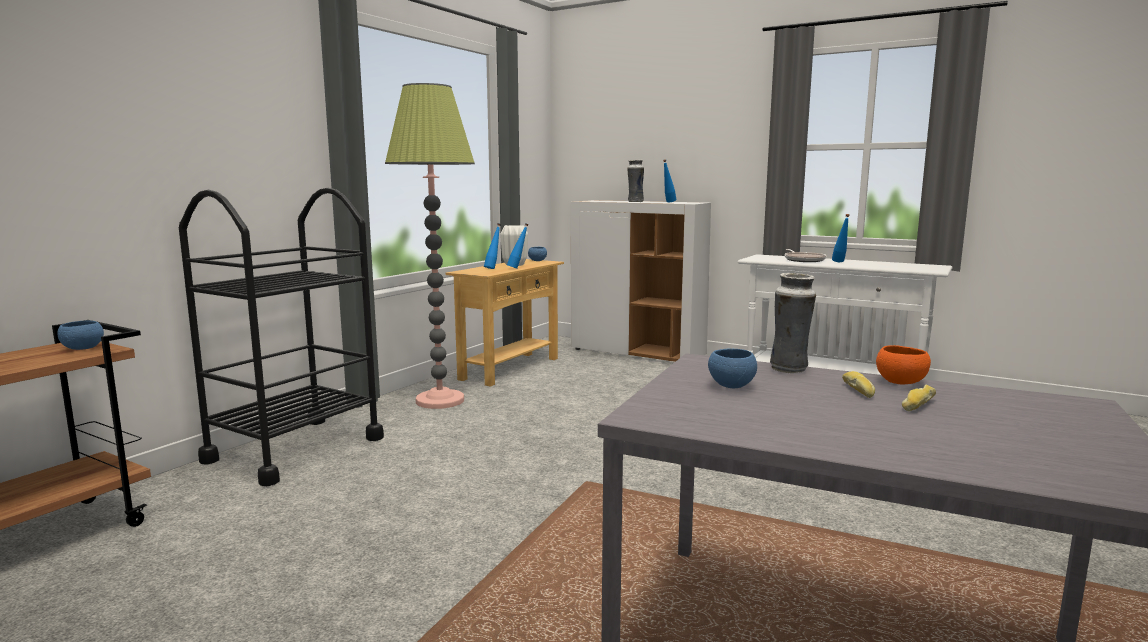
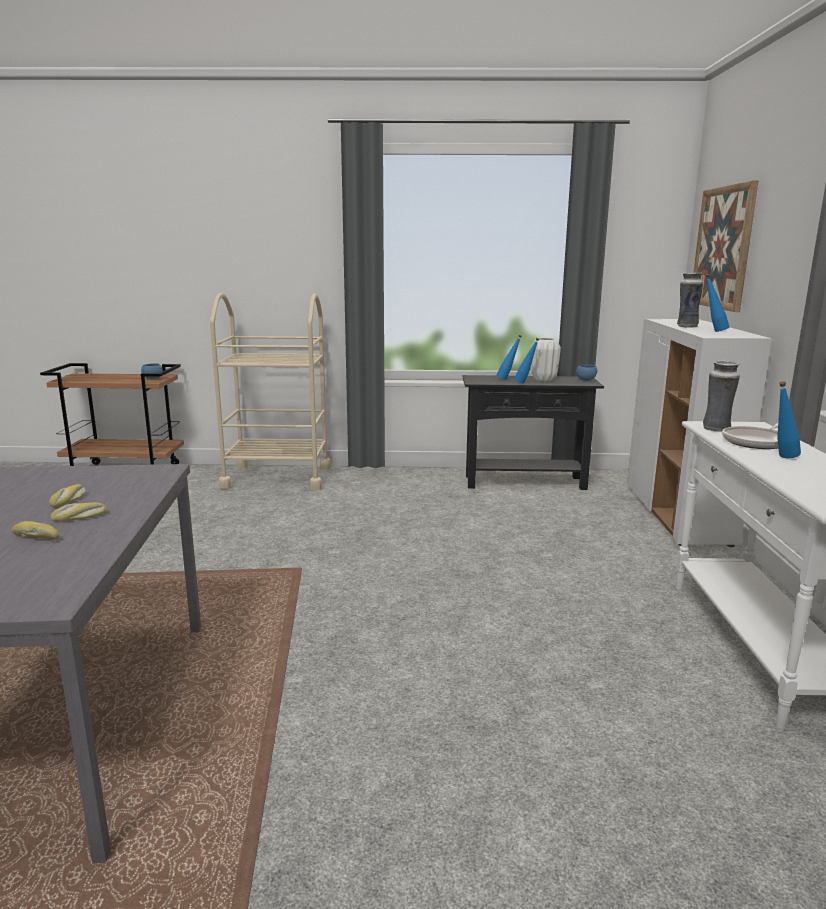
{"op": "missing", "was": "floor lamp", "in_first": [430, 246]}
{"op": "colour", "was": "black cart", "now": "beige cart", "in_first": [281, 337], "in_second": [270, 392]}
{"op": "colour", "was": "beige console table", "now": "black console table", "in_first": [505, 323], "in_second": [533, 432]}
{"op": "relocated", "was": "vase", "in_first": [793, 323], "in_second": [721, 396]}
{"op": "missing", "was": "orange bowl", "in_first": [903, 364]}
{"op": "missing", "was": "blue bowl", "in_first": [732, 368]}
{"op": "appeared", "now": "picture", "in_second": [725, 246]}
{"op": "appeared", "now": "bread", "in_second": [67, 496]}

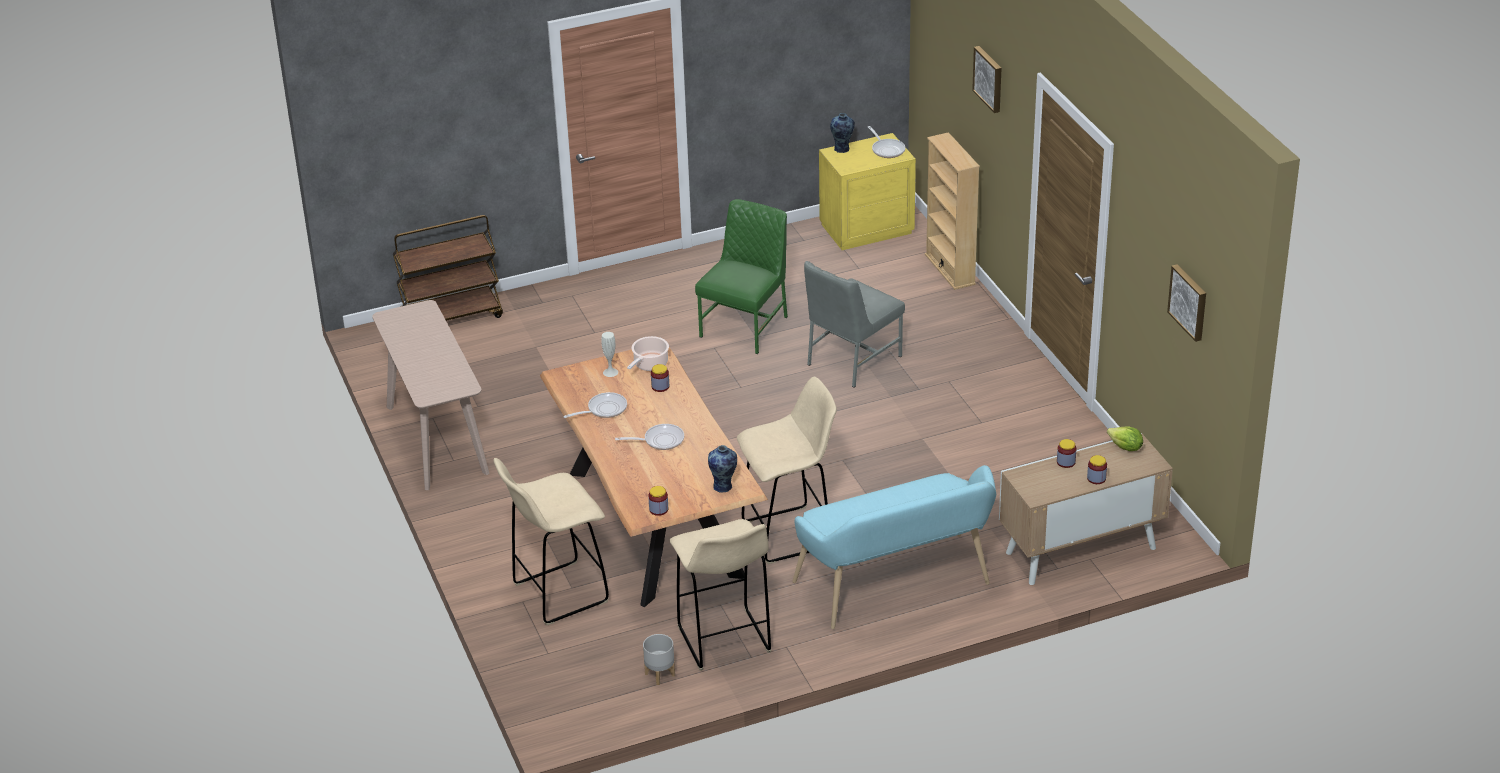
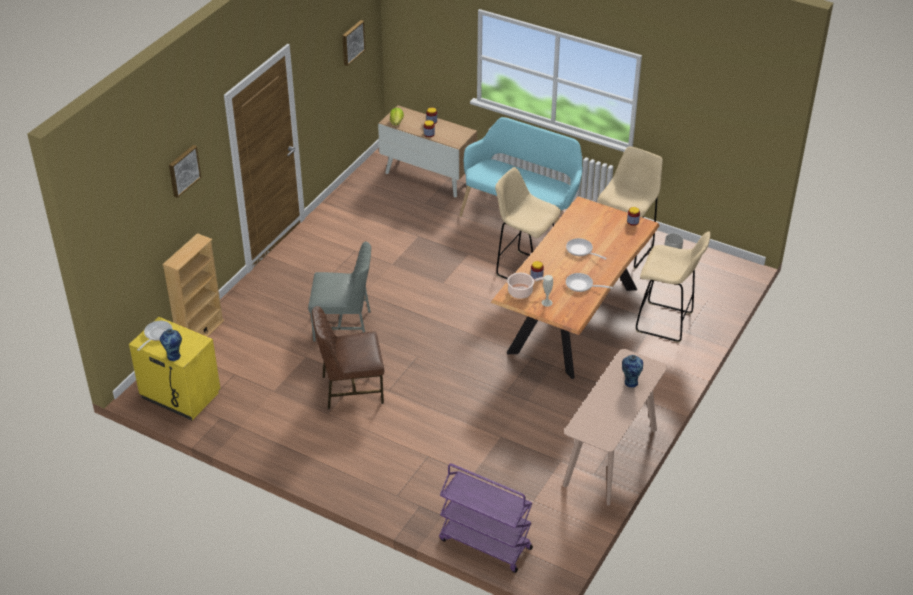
{"op": "colour", "was": "green chair", "now": "brown chair", "in_first": [741, 276], "in_second": [348, 357]}
{"op": "colour", "was": "brown cart", "now": "purple cart", "in_first": [448, 268], "in_second": [486, 518]}
{"op": "relocated", "was": "vase", "in_first": [722, 469], "in_second": [632, 371]}

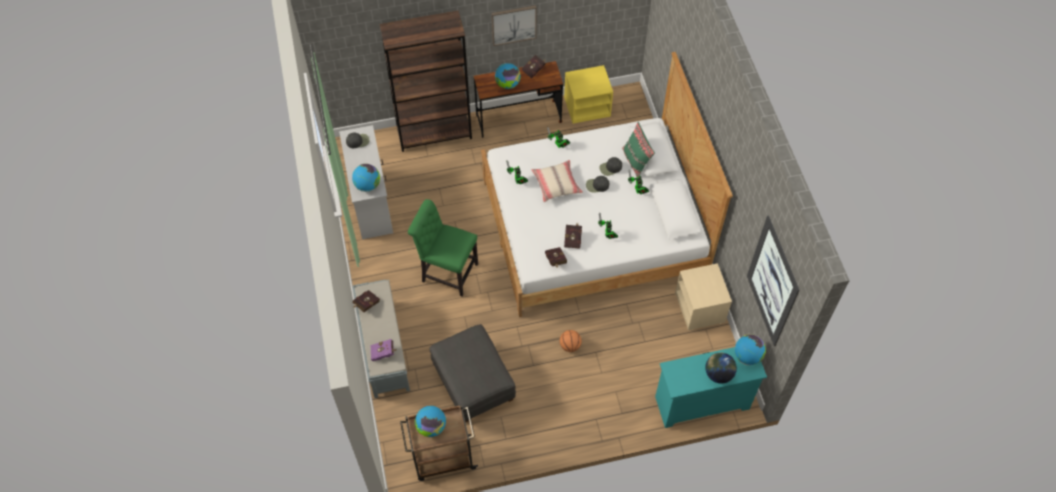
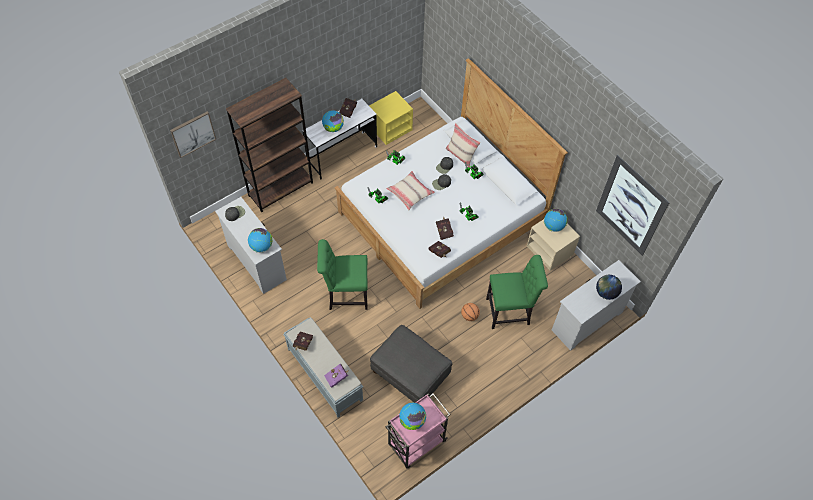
{"op": "relocated", "was": "picture", "in_first": [514, 25], "in_second": [193, 134]}
{"op": "colour", "was": "brown desk", "now": "white desk", "in_first": [518, 99], "in_second": [340, 139]}
{"op": "colour", "was": "green pillow", "now": "beige pillow", "in_first": [638, 150], "in_second": [463, 145]}
{"op": "relocated", "was": "globe", "in_first": [750, 350], "in_second": [555, 220]}
{"op": "colour", "was": "turquoise dresser", "now": "white dresser", "in_first": [711, 387], "in_second": [596, 305]}
{"op": "colour", "was": "brown cart", "now": "pink cart", "in_first": [439, 443], "in_second": [418, 431]}
{"op": "appeared", "now": "green chair", "in_second": [517, 292]}

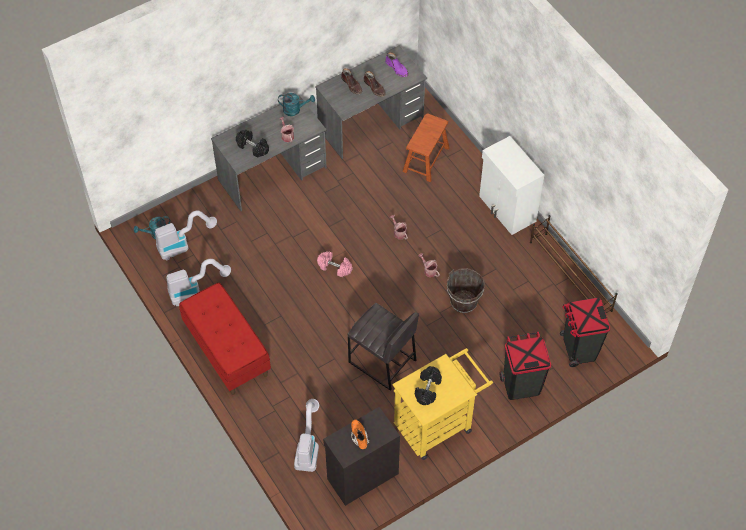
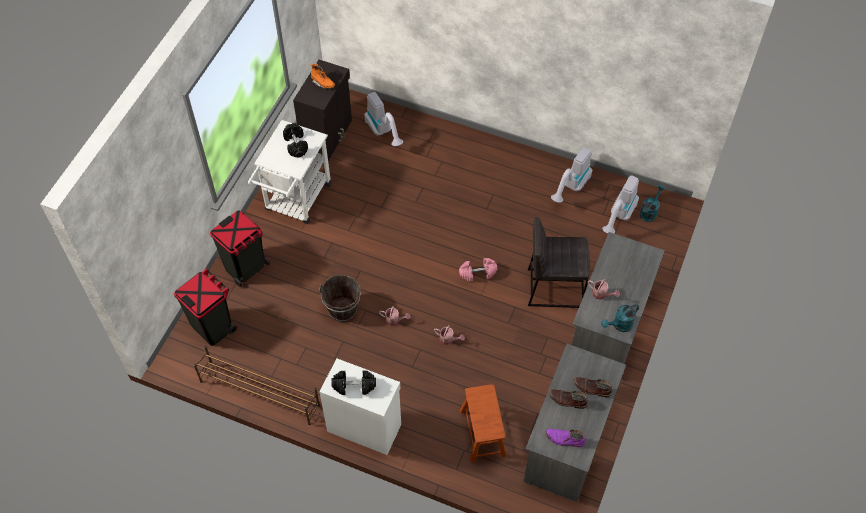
{"op": "relocated", "was": "black dumbbell", "in_first": [252, 143], "in_second": [353, 382]}
{"op": "missing", "was": "red bench", "in_first": [225, 339]}
{"op": "relocated", "was": "grey stool", "in_first": [383, 347], "in_second": [558, 262]}
{"op": "colour", "was": "yellow cart", "now": "white cart", "in_first": [442, 404], "in_second": [289, 172]}

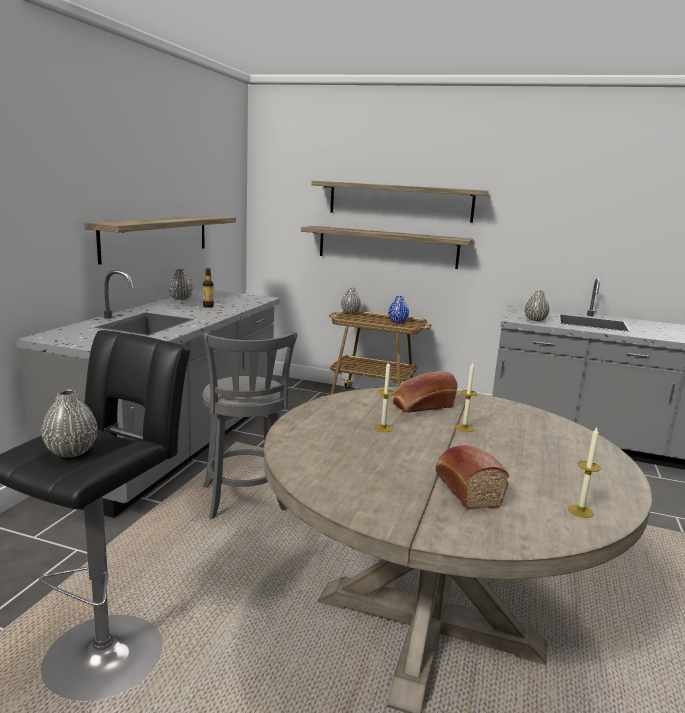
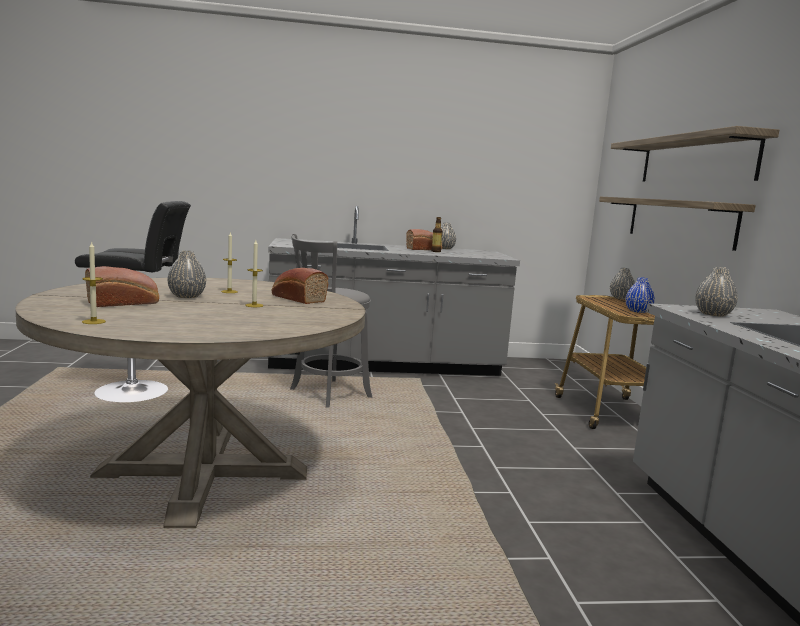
{"op": "missing", "was": "shelf", "in_first": [160, 240]}
{"op": "relocated", "was": "grey vase", "in_first": [69, 423], "in_second": [186, 274]}
{"op": "appeared", "now": "bread", "in_second": [424, 239]}

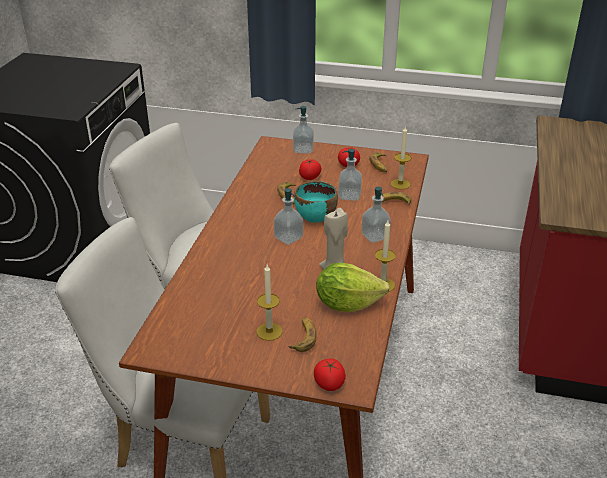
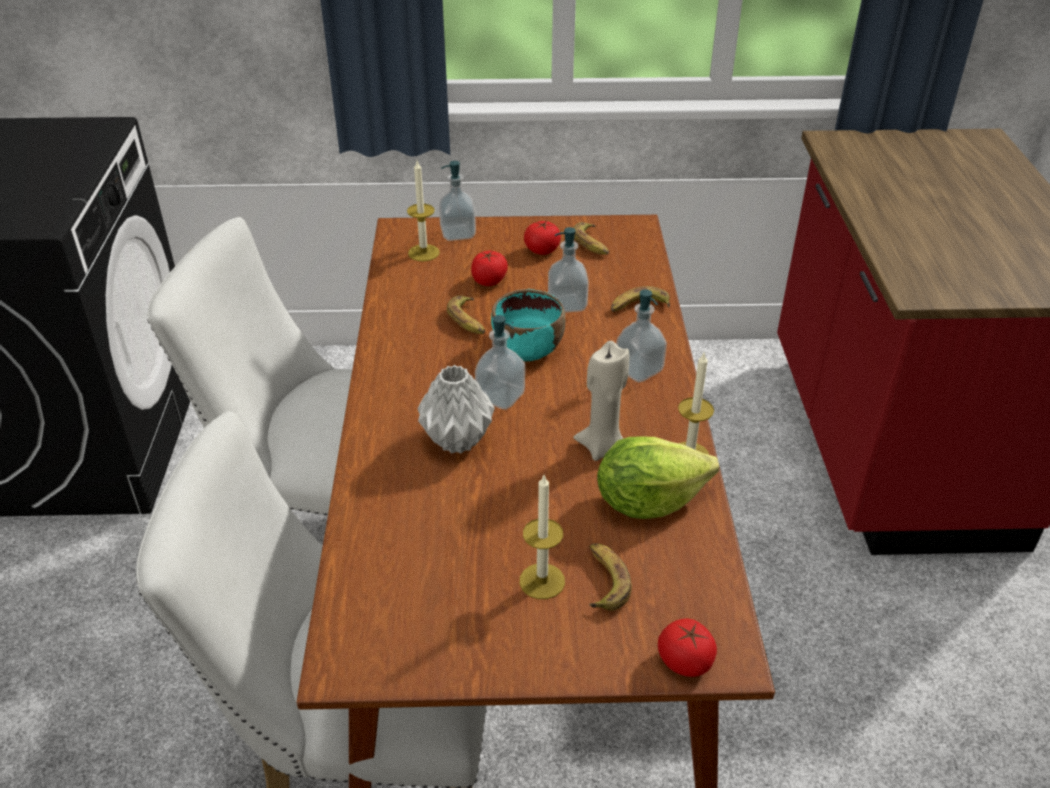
{"op": "relocated", "was": "candle", "in_first": [400, 158], "in_second": [423, 211]}
{"op": "appeared", "now": "grey vase", "in_second": [456, 409]}

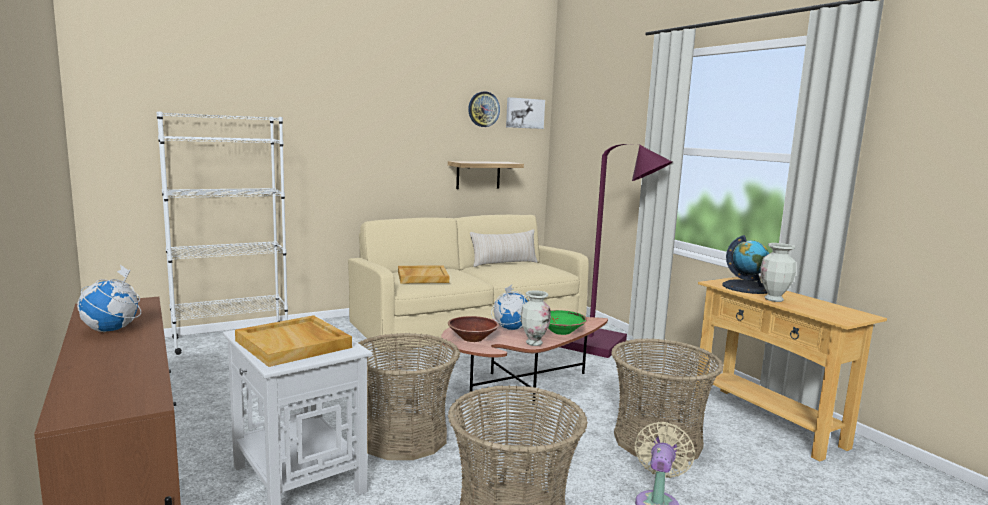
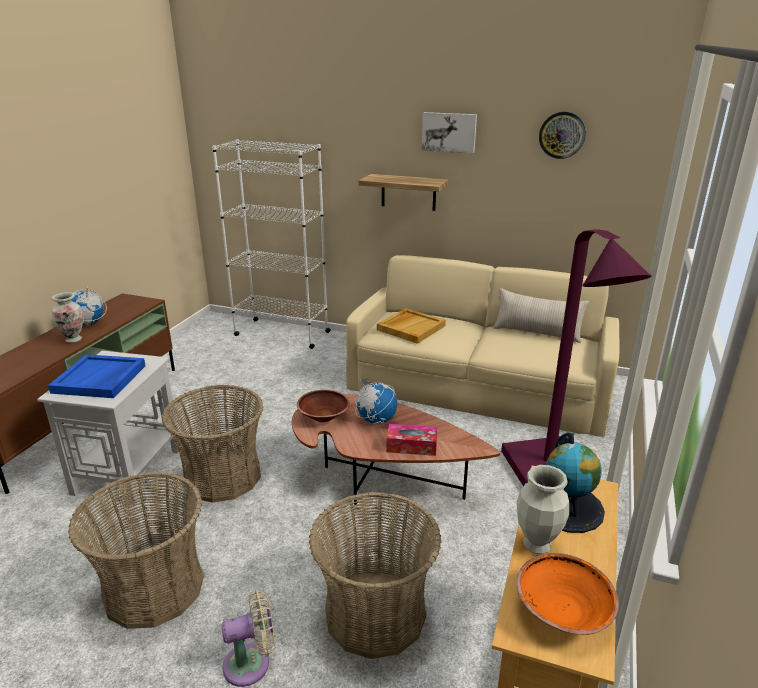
{"op": "relocated", "was": "picture", "in_first": [525, 113], "in_second": [449, 133]}
{"op": "relocated", "was": "shelf", "in_first": [486, 175], "in_second": [403, 192]}
{"op": "relocated", "was": "vase", "in_first": [536, 318], "in_second": [68, 317]}
{"op": "exchanged", "was": "green bowl", "now": "tissue box", "in_first": [567, 322], "in_second": [411, 440]}
{"op": "colour", "was": "beige tray", "now": "blue tray", "in_first": [293, 341], "in_second": [97, 376]}
{"op": "appeared", "now": "orange bowl", "in_second": [568, 594]}

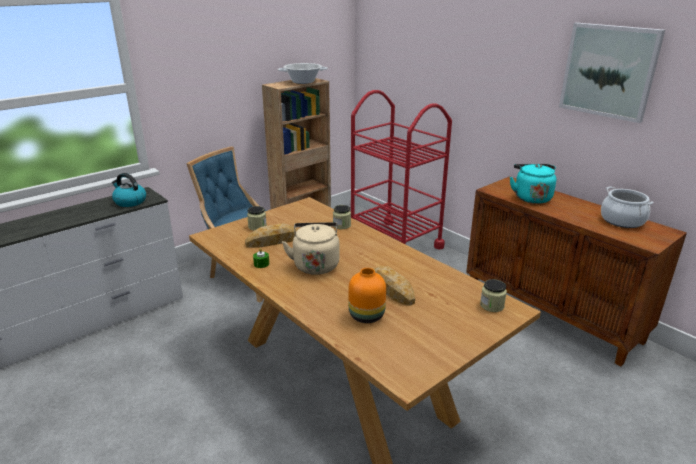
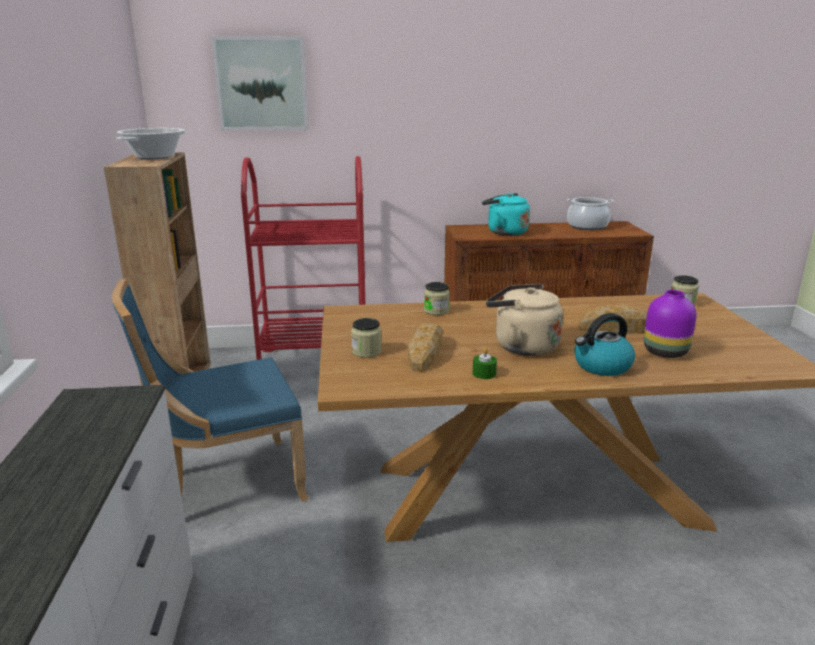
{"op": "relocated", "was": "picture", "in_first": [612, 73], "in_second": [260, 83]}
{"op": "relocated", "was": "kettle", "in_first": [129, 190], "in_second": [604, 344]}
{"op": "colour", "was": "orange vase", "now": "purple vase", "in_first": [367, 295], "in_second": [670, 324]}

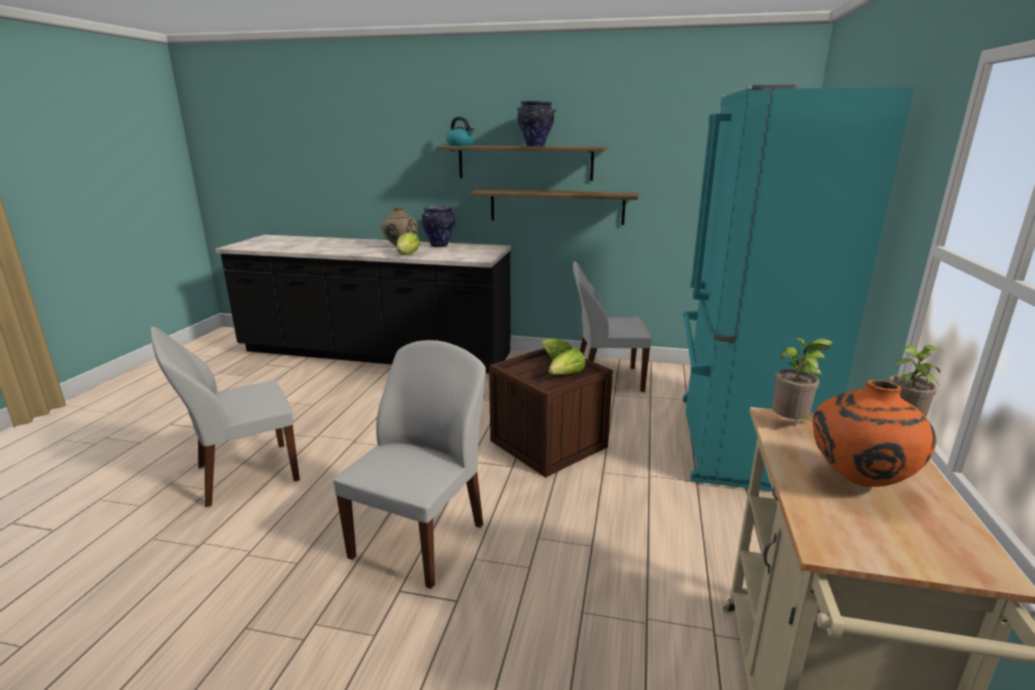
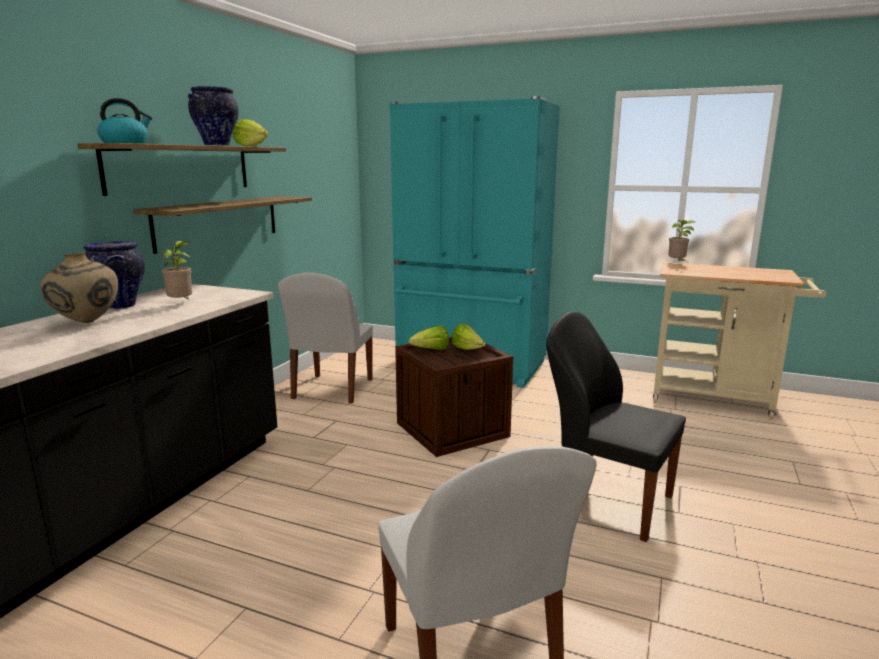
{"op": "relocated", "was": "lettuce", "in_first": [408, 243], "in_second": [250, 133]}
{"op": "relocated", "was": "potted plant", "in_first": [802, 380], "in_second": [177, 270]}
{"op": "colour", "was": "white chair", "now": "black chair", "in_first": [409, 464], "in_second": [616, 426]}
{"op": "missing", "was": "orange vase", "in_first": [875, 433]}

